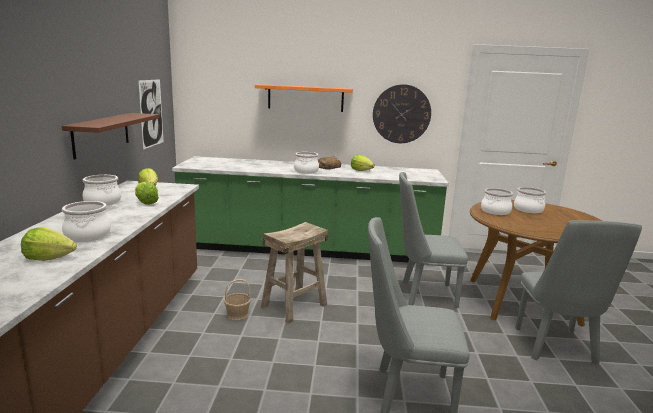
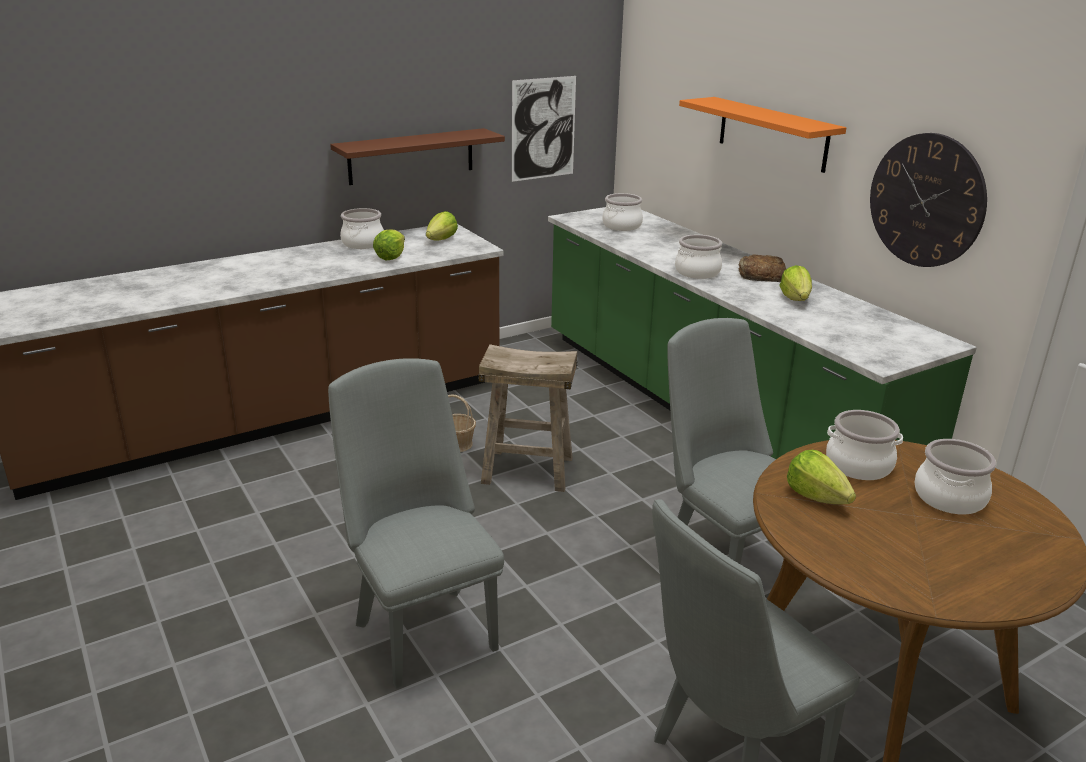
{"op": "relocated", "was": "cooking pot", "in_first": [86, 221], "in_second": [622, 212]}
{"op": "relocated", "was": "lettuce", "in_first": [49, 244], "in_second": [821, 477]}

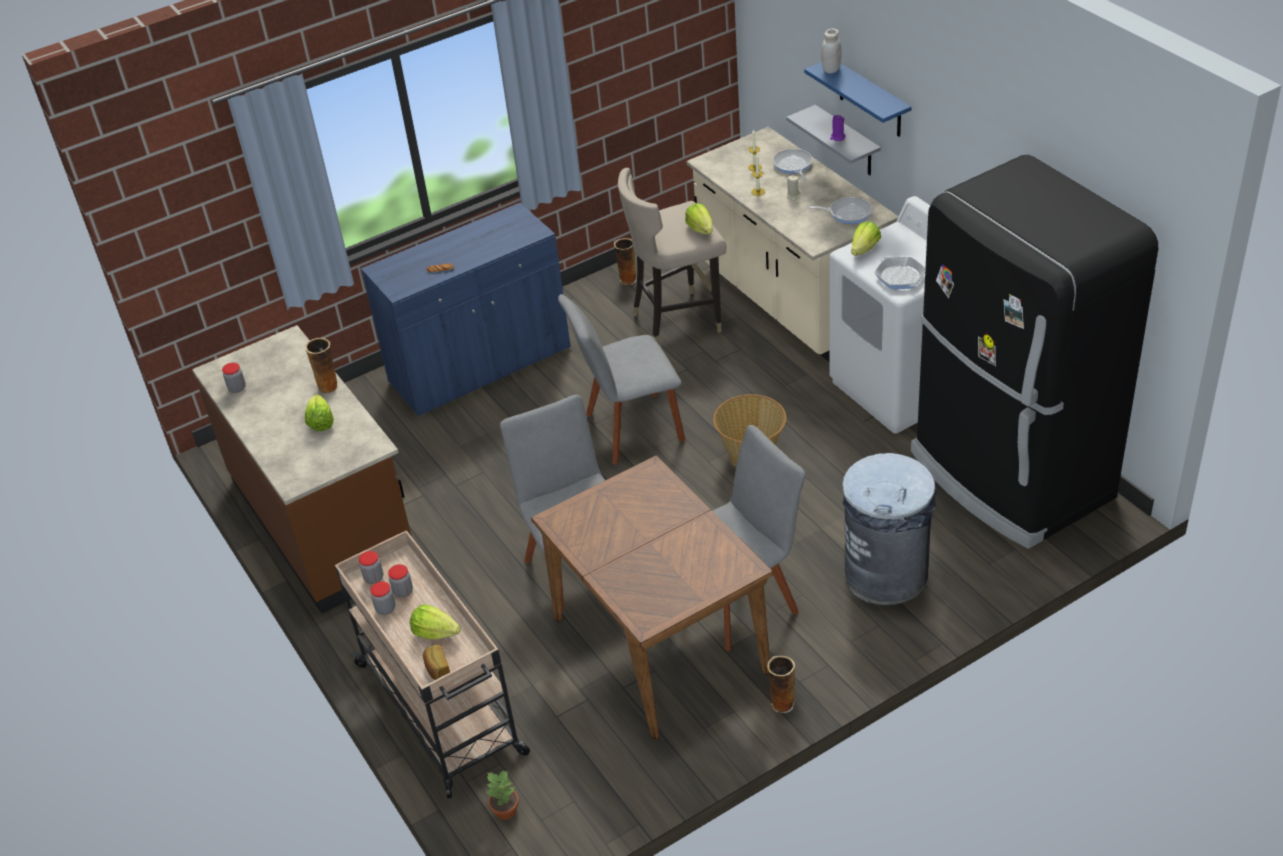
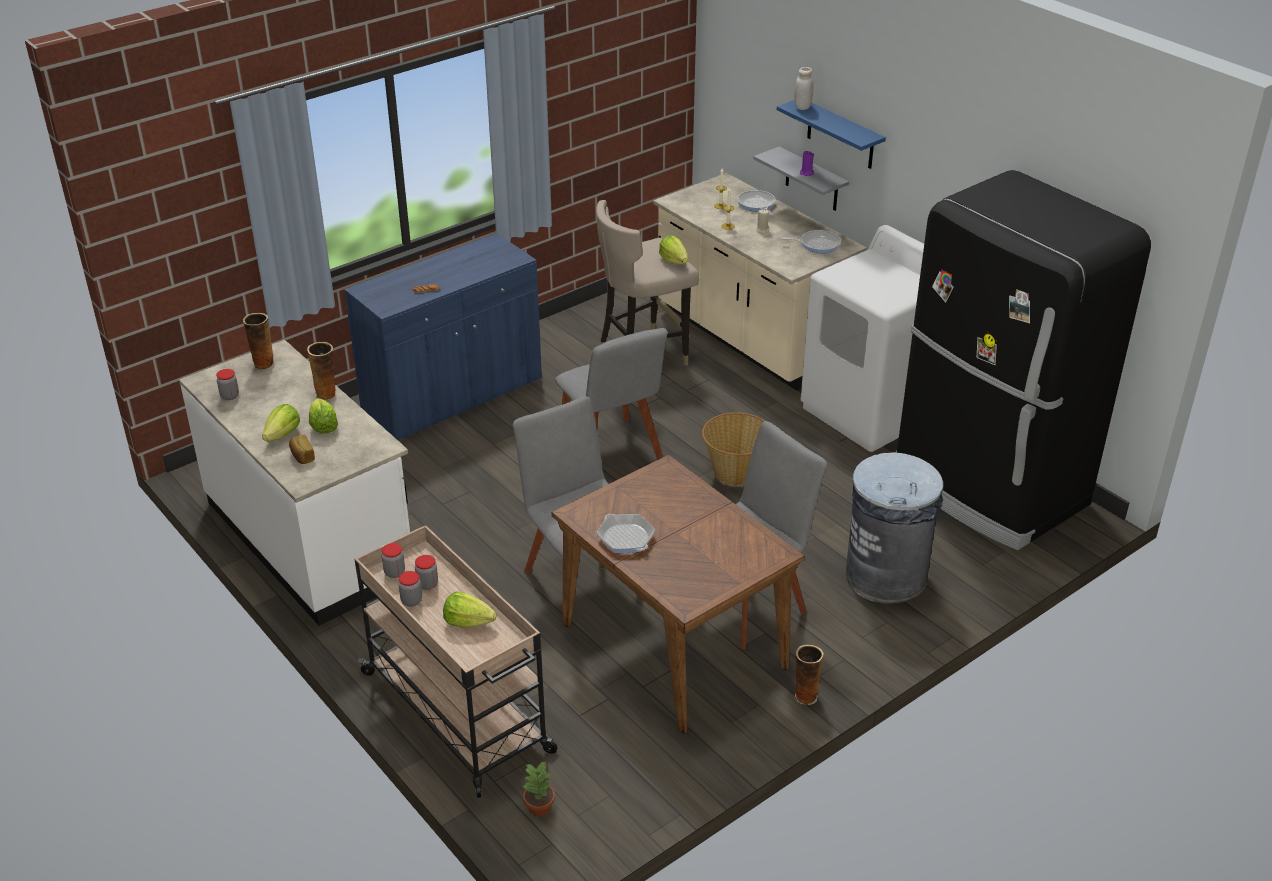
{"op": "relocated", "was": "lettuce", "in_first": [866, 238], "in_second": [281, 423]}
{"op": "relocated", "was": "vase", "in_first": [625, 261], "in_second": [258, 341]}
{"op": "relocated", "was": "frying pan", "in_first": [900, 273], "in_second": [626, 533]}
{"op": "spun", "was": "grey chair", "in_first": [621, 379], "in_second": [611, 393], "clockwise": -90}
{"op": "colour", "was": "brown counter", "now": "white counter", "in_first": [302, 469], "in_second": [294, 482]}
{"op": "relocated", "was": "bread", "in_first": [436, 662], "in_second": [302, 449]}

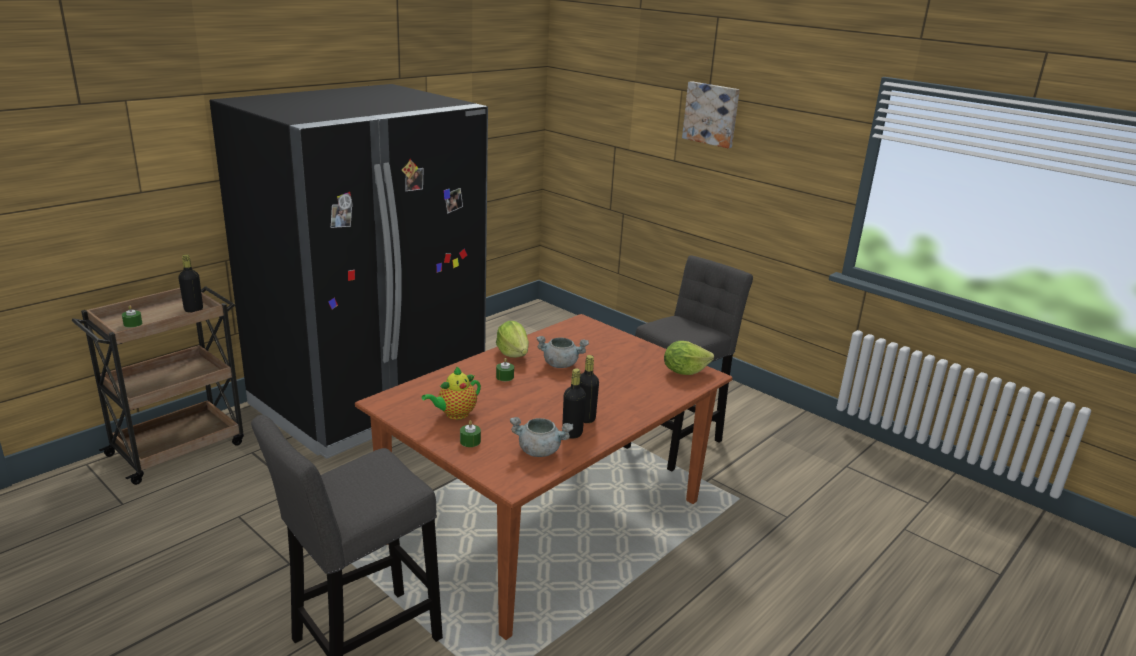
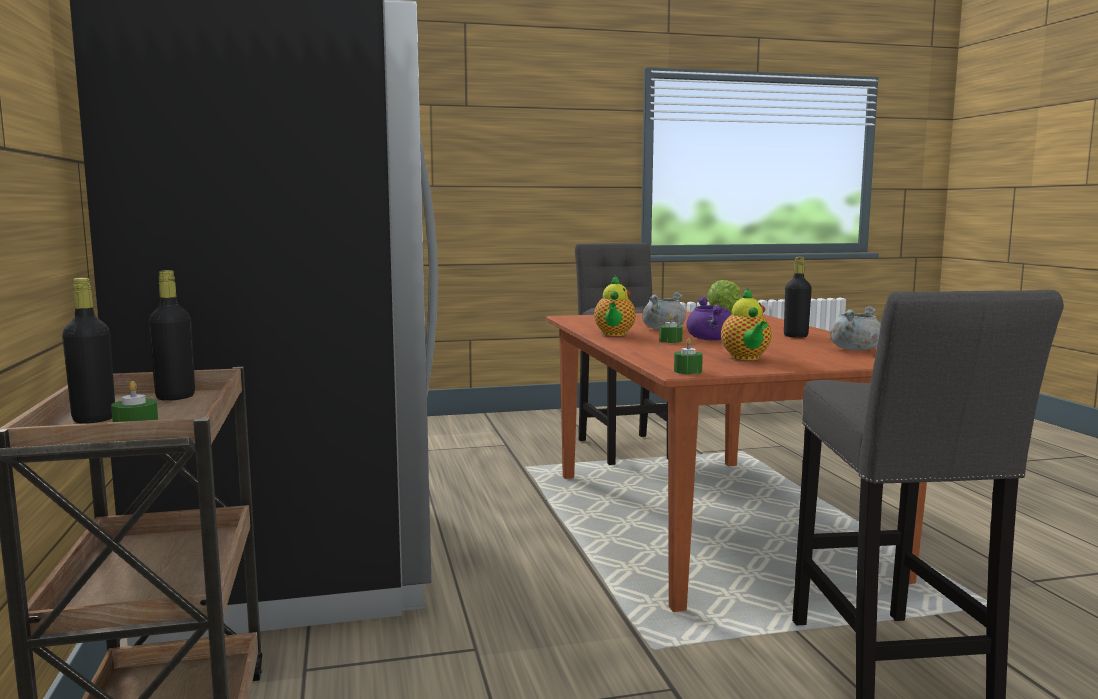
{"op": "missing", "was": "picture", "in_first": [711, 114]}
{"op": "exchanged", "was": "lettuce", "now": "teapot", "in_first": [512, 339], "in_second": [615, 305]}
{"op": "relocated", "was": "black bottle", "in_first": [574, 403], "in_second": [88, 351]}
{"op": "relocated", "was": "green candle", "in_first": [470, 433], "in_second": [688, 356]}
{"op": "appeared", "now": "purple cooking pot", "in_second": [708, 319]}

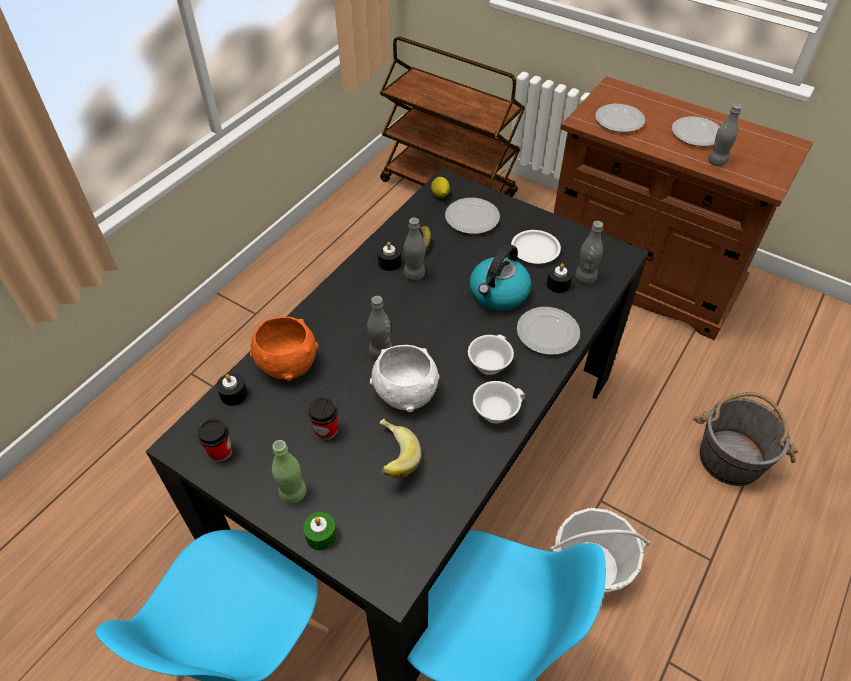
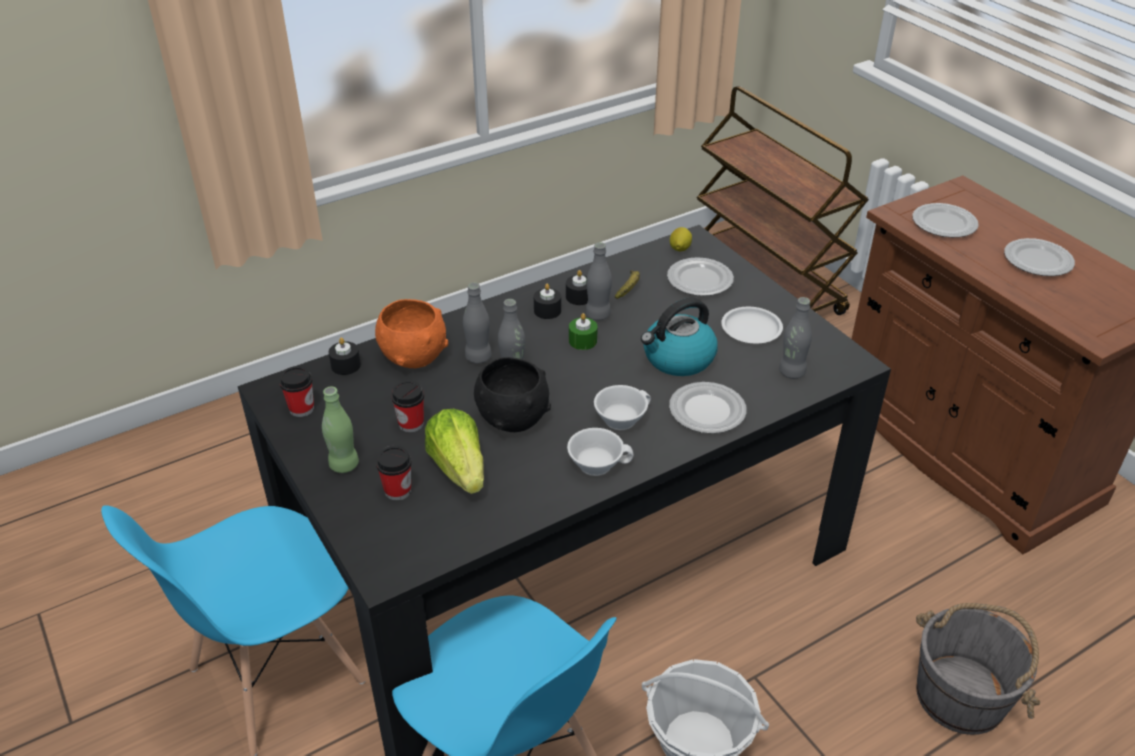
{"op": "relocated", "was": "grey bottle", "in_first": [725, 135], "in_second": [477, 323]}
{"op": "relocated", "was": "black candle", "in_first": [559, 278], "in_second": [547, 301]}
{"op": "colour", "was": "white bowl", "now": "black bowl", "in_first": [405, 378], "in_second": [512, 394]}
{"op": "exchanged", "was": "banana", "now": "lettuce", "in_first": [400, 448], "in_second": [454, 451]}
{"op": "relocated", "was": "green candle", "in_first": [320, 531], "in_second": [583, 331]}
{"op": "appeared", "now": "cup", "in_second": [394, 473]}

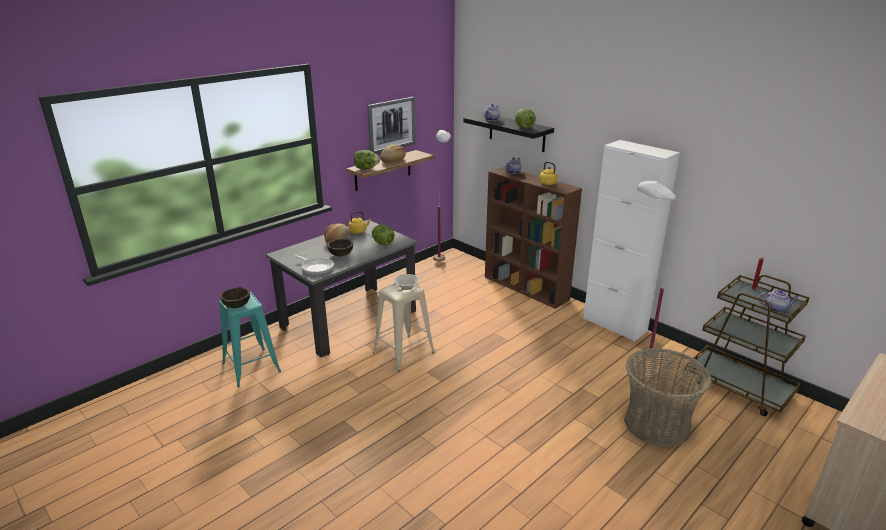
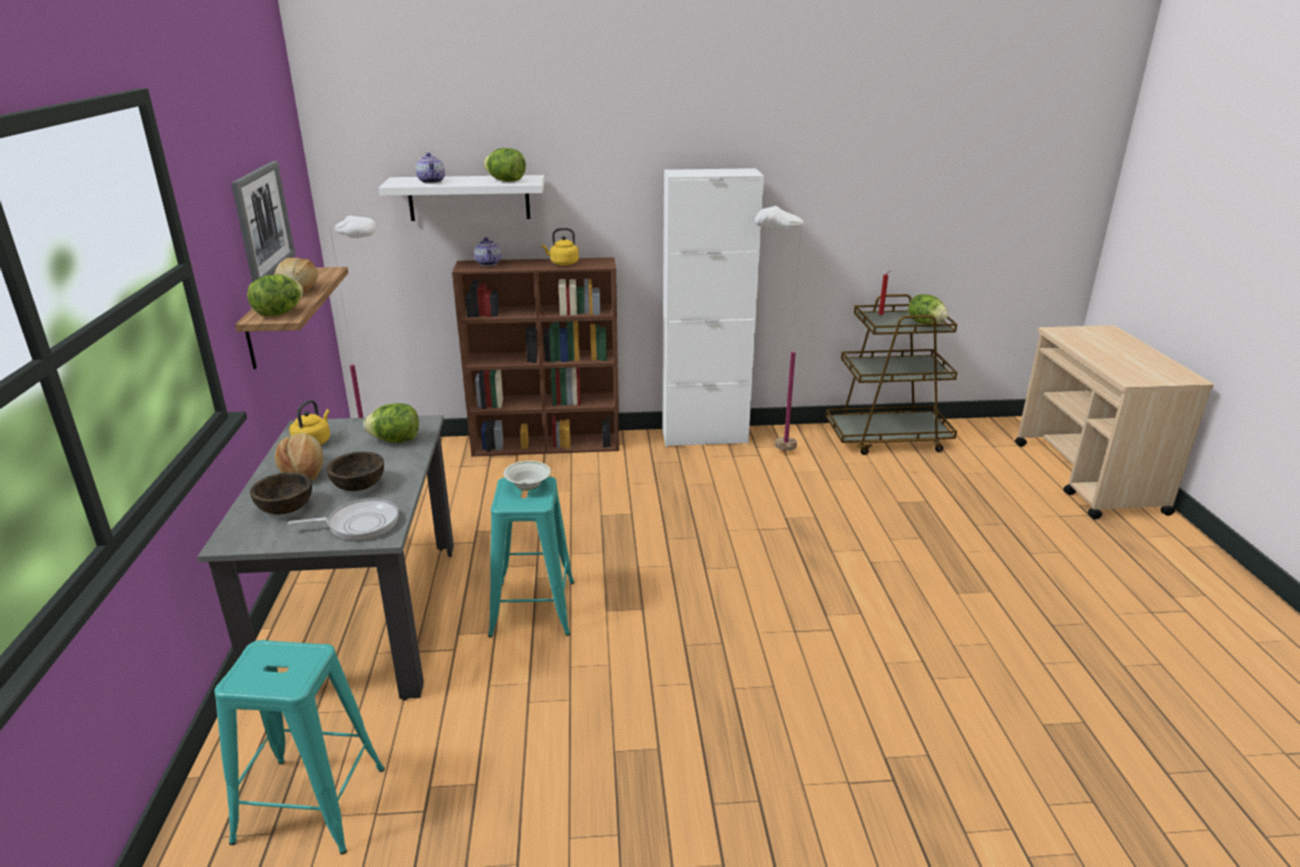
{"op": "colour", "was": "black shelf", "now": "white shelf", "in_first": [508, 132], "in_second": [461, 198]}
{"op": "colour", "was": "beige stool", "now": "turquoise stool", "in_first": [404, 327], "in_second": [531, 557]}
{"op": "relocated", "was": "brown bowl", "in_first": [235, 297], "in_second": [281, 493]}
{"op": "exchanged", "was": "teapot", "now": "lettuce", "in_first": [779, 300], "in_second": [928, 309]}
{"op": "missing", "was": "basket", "in_first": [668, 397]}

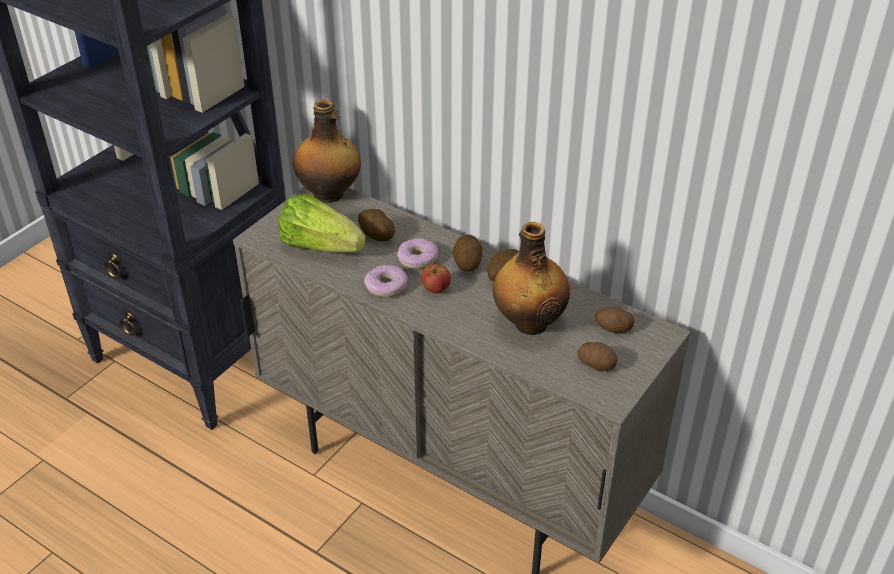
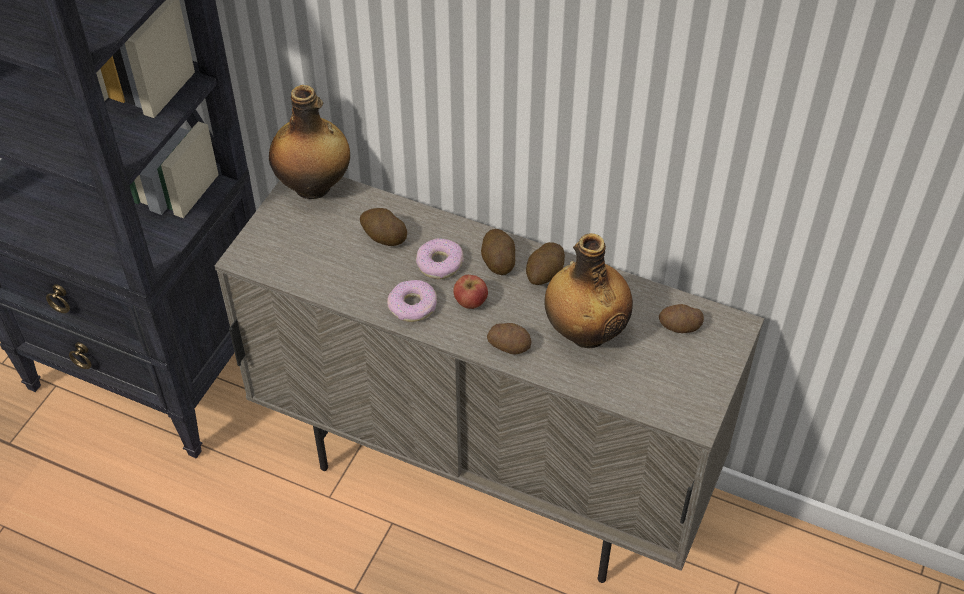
{"op": "missing", "was": "lettuce", "in_first": [322, 223]}
{"op": "relocated", "was": "potato", "in_first": [597, 356], "in_second": [509, 339]}

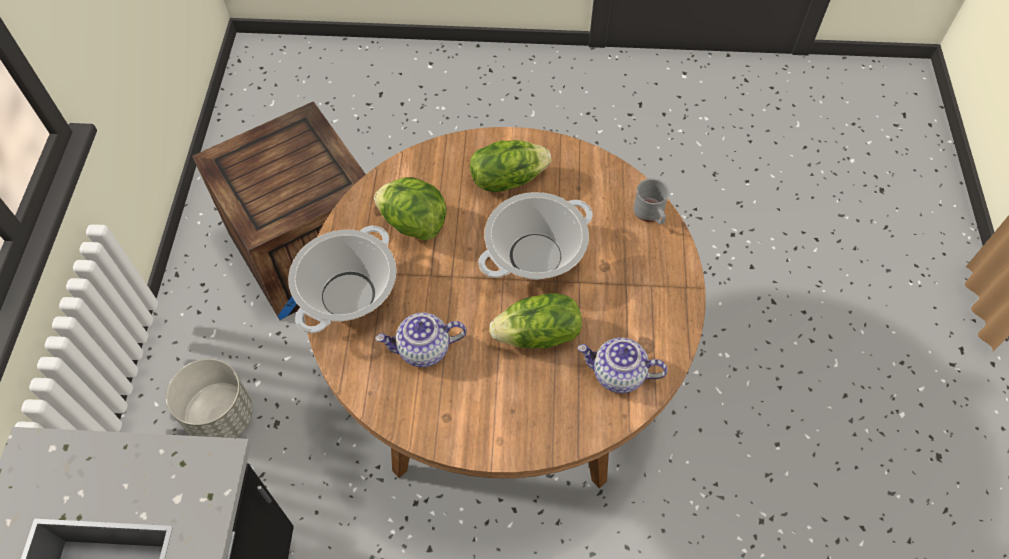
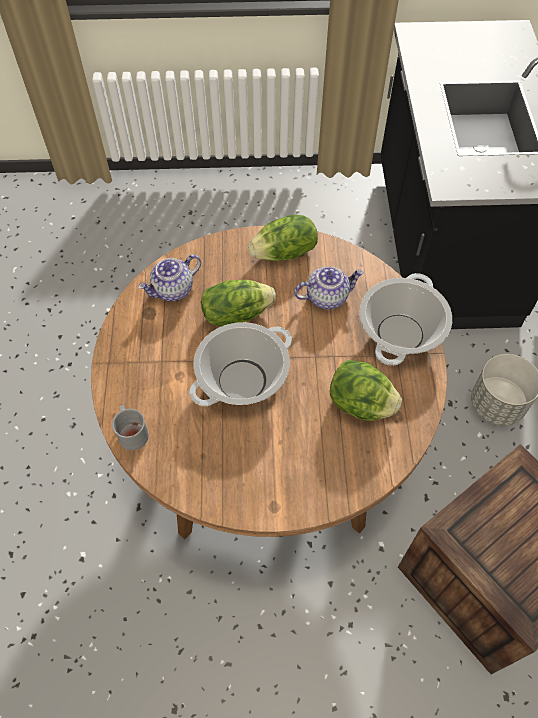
{"op": "relocated", "was": "lettuce", "in_first": [510, 166], "in_second": [283, 238]}
{"op": "spun", "was": "teapot", "in_first": [622, 365], "in_second": [169, 277], "clockwise": 135}

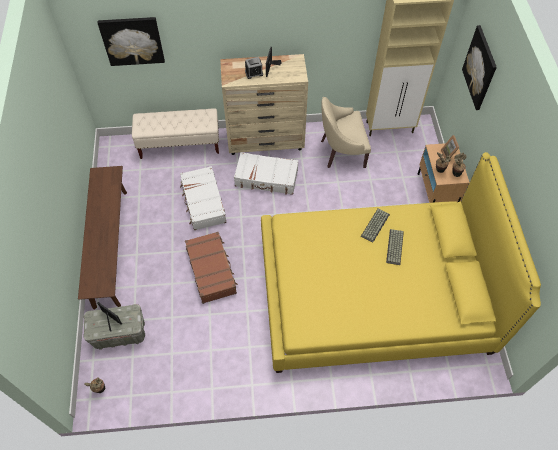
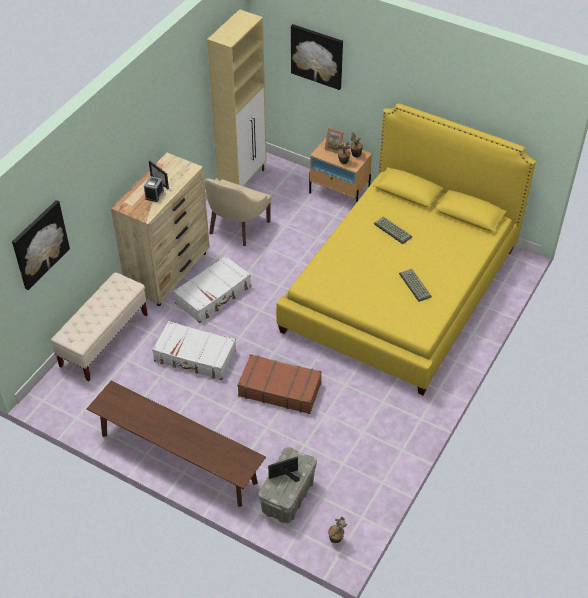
{"op": "relocated", "was": "keyboard", "in_first": [375, 226], "in_second": [415, 285]}

